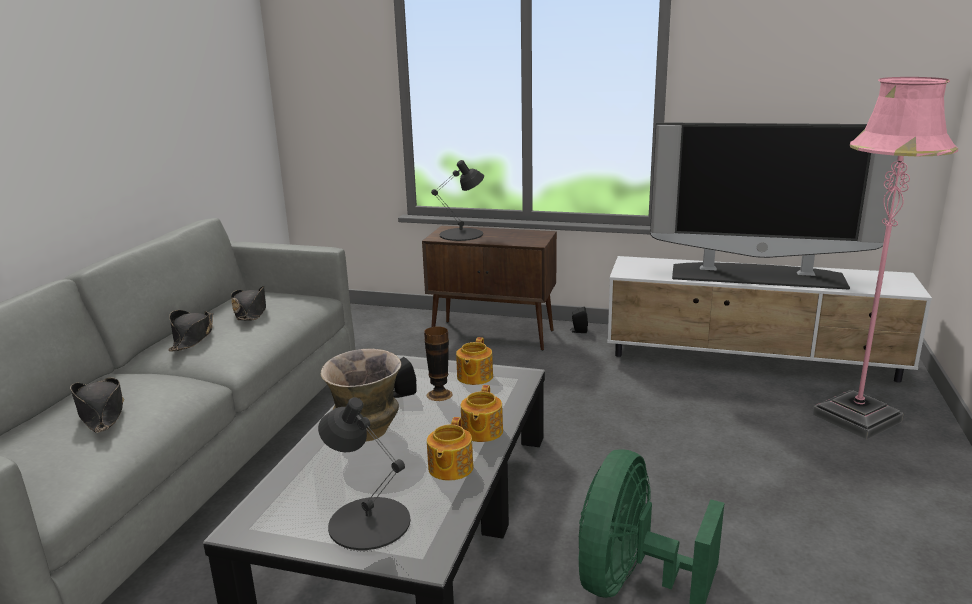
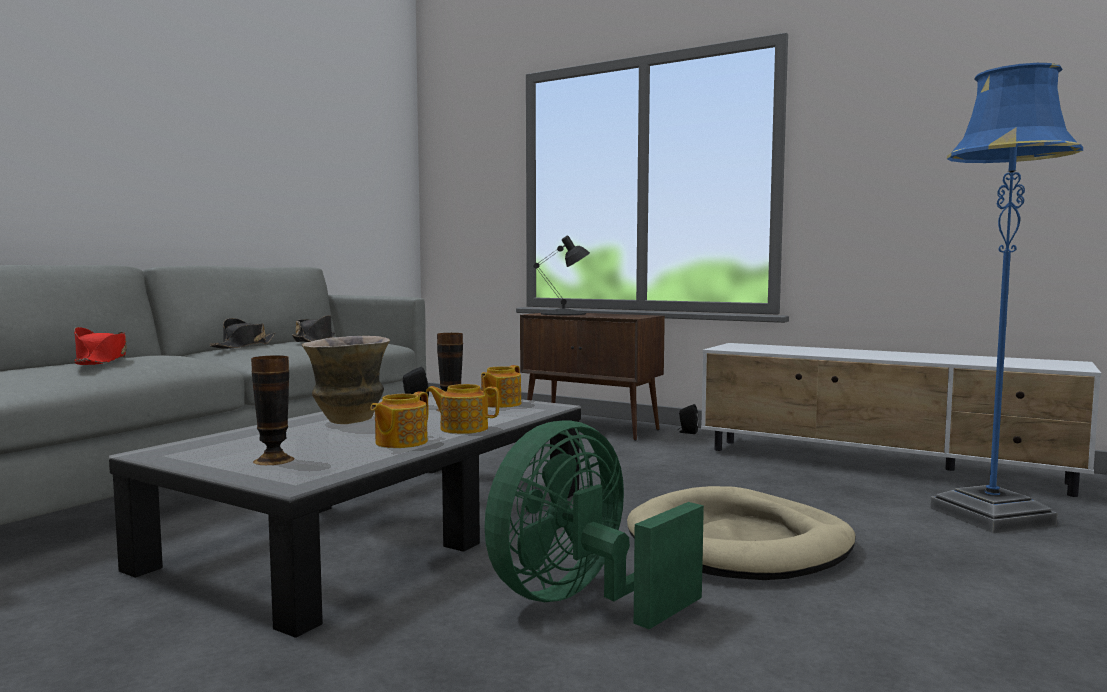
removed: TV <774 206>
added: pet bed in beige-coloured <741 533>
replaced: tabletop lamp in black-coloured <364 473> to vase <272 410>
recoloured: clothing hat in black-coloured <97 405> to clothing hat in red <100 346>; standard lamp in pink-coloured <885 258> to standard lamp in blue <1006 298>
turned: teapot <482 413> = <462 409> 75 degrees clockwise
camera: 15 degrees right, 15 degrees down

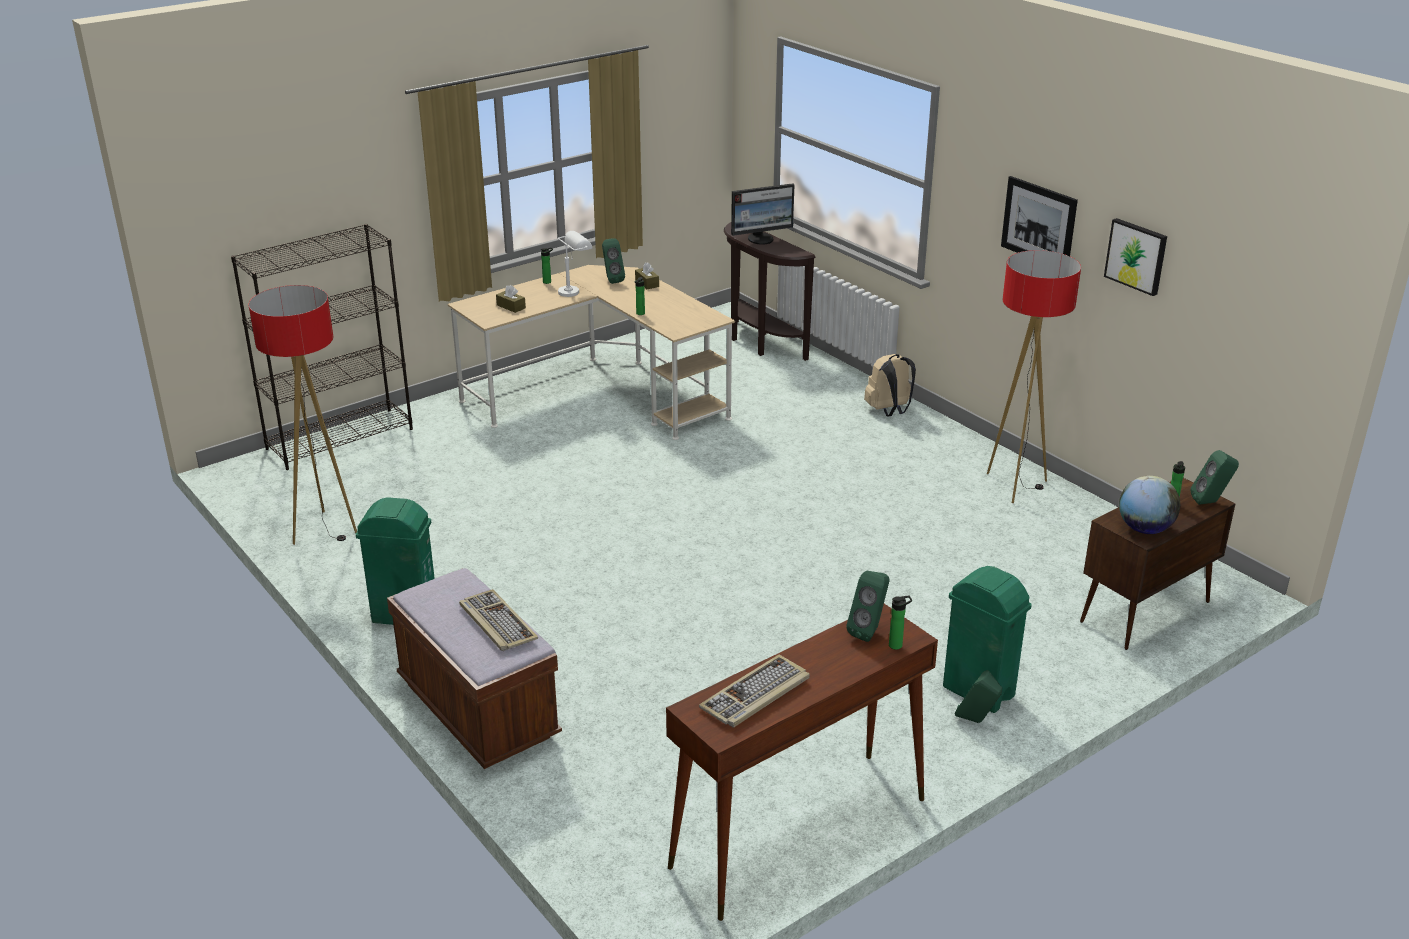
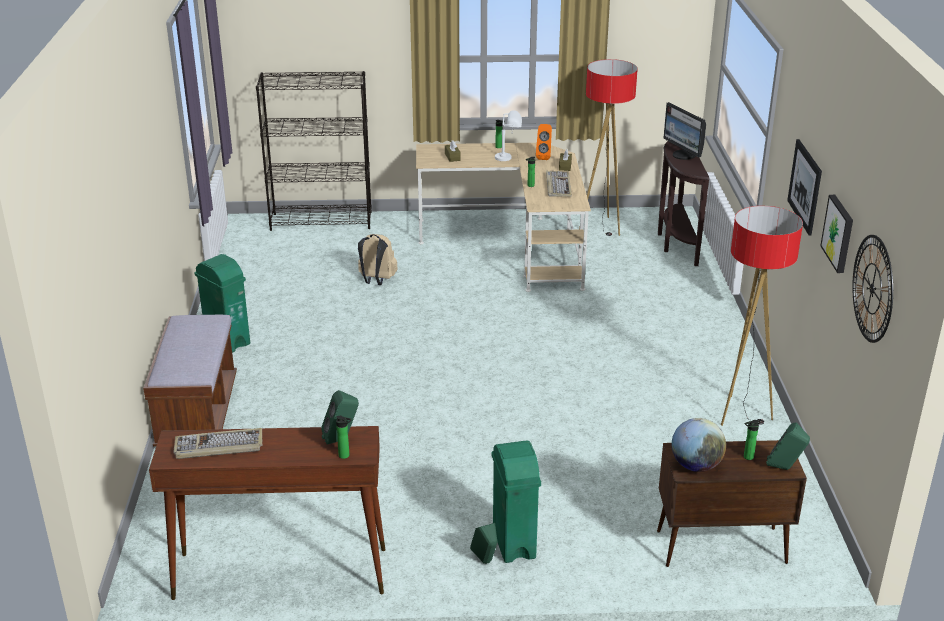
added: clock on the wall <872 289>
moved: standard lamp <303 415> to <608 147>; PC keyboard <498 620> to <559 184>; backpack in beige-coloured <890 385> to <378 259>
recoloured: audio speaker in greenish <613 261> to audio speaker in orange-coloured <544 142>
turned: monitor <762 214> = <684 131> 45 degrees clockwise
camera: 35 degrees right, 0 degrees up

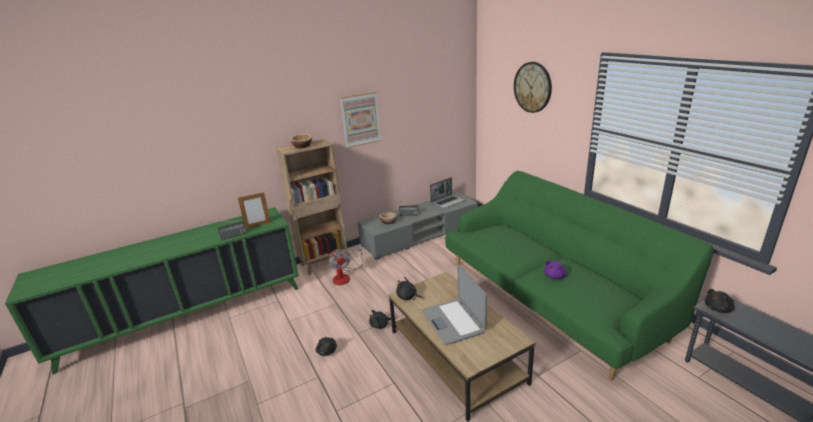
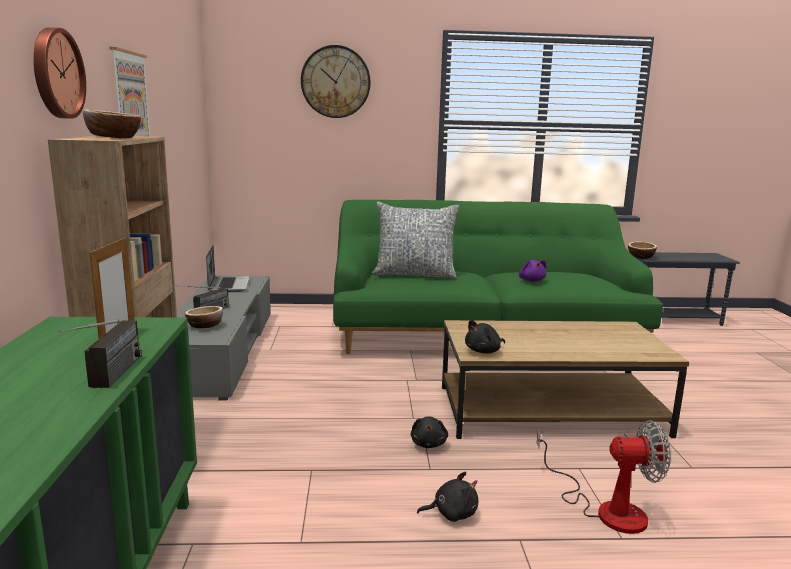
removed: portable computer <454 305>
added: clock on the wall <59 73>; throw pillow <415 240>
moved: fan <346 265> to <603 477>
replaced: soft toy in black-coloured <719 301> to deep dish <642 250>
camera: 65 degrees left, 10 degrees down

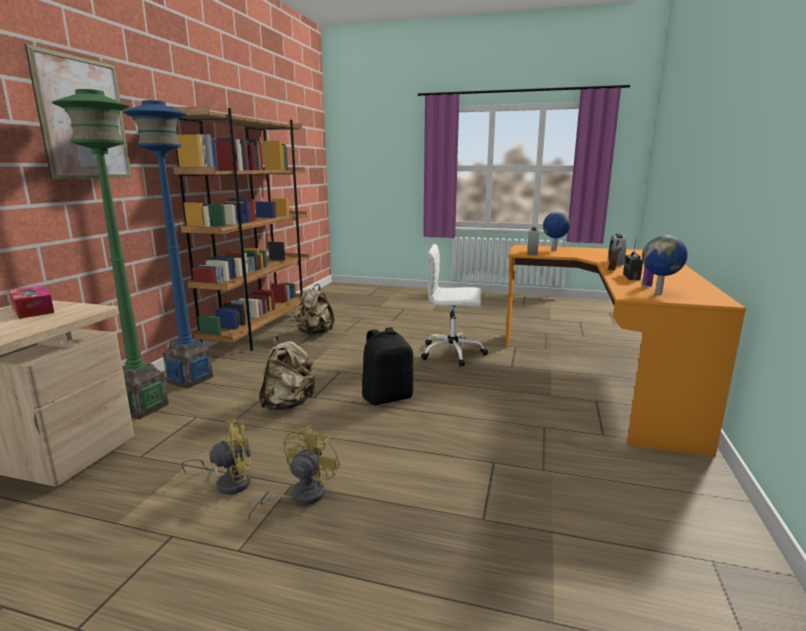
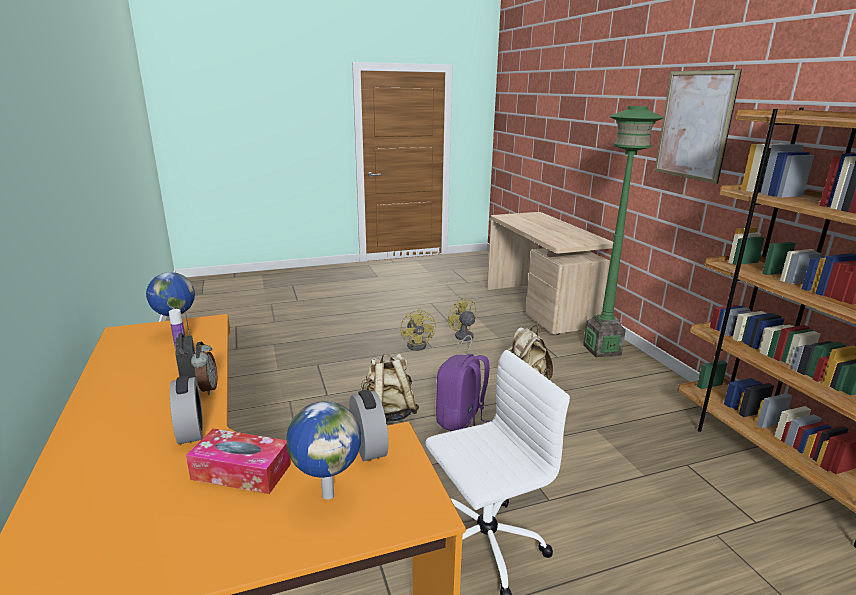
removed: standard lamp in blue <168 244>
moved: box of tissues <31 302> to <238 461>; backpack in beige-coloured <314 310> to <390 388>
recoloured: backpack in black-coloured <387 366> to backpack in purple <463 392>
turned: fan in yellow-coloured <216 457> = <462 325> 105 degrees clockwise
camera: 145 degrees right, 5 degrees up

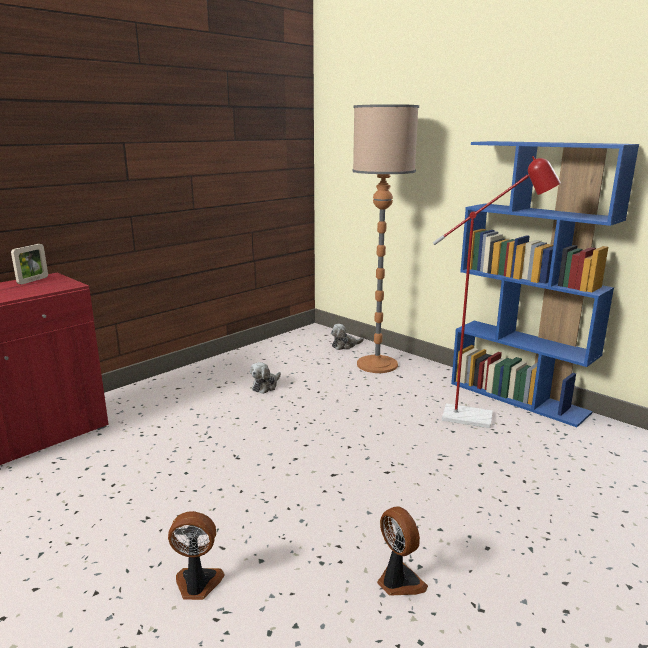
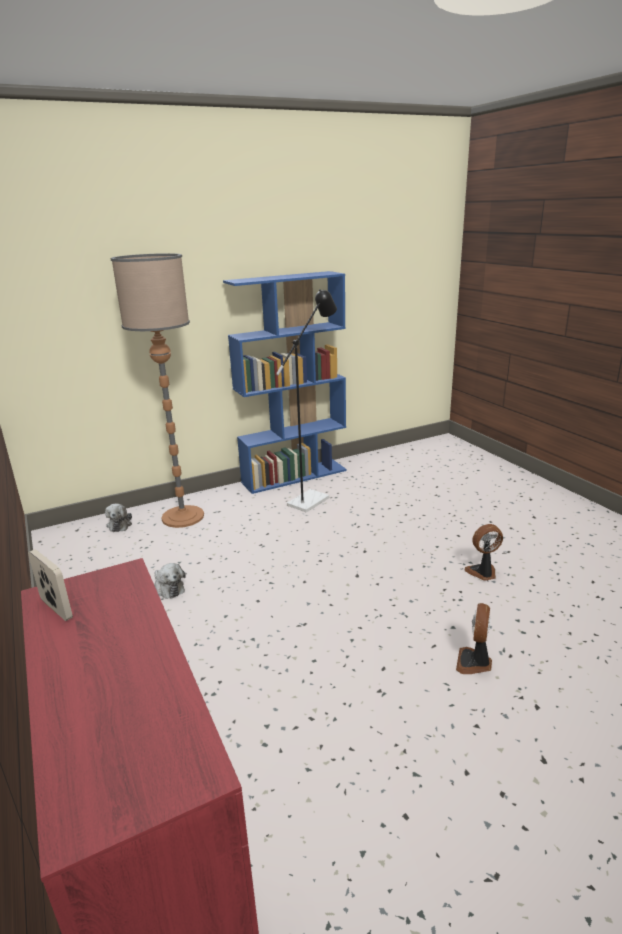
recoloured: standard lamp in red <497 292> to standard lamp in black-coloured <306 400>
camera: 70 degrees left, 5 degrees up

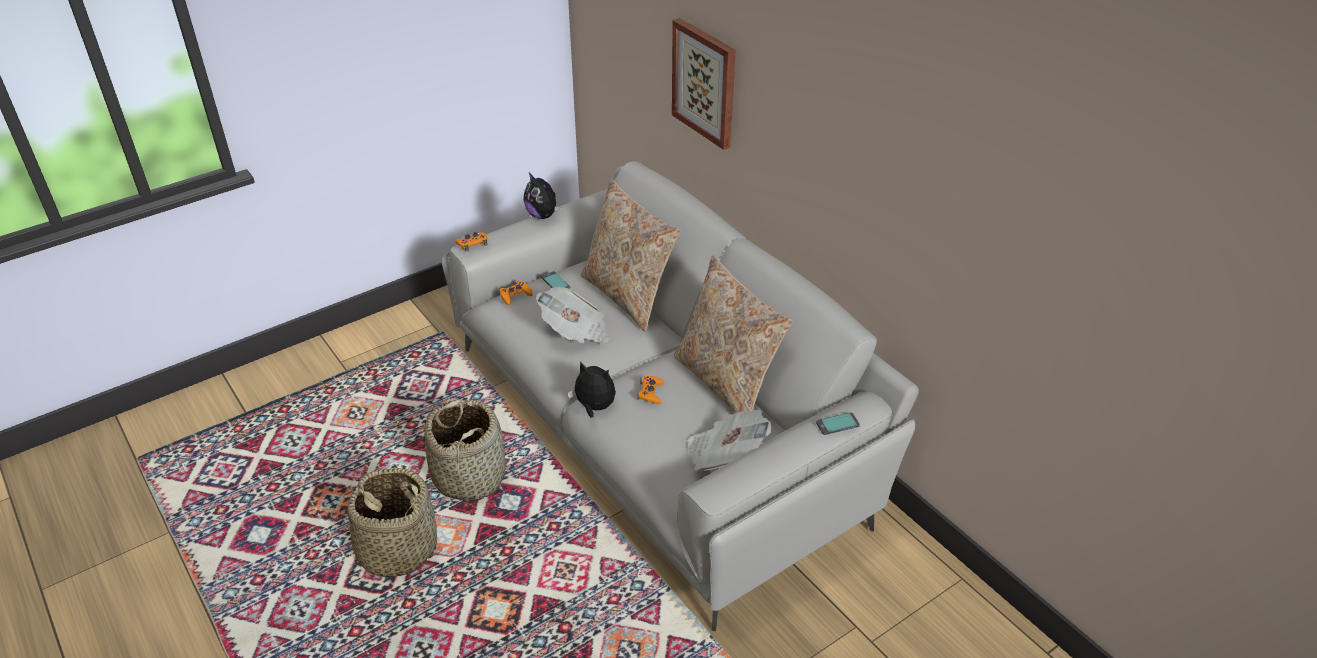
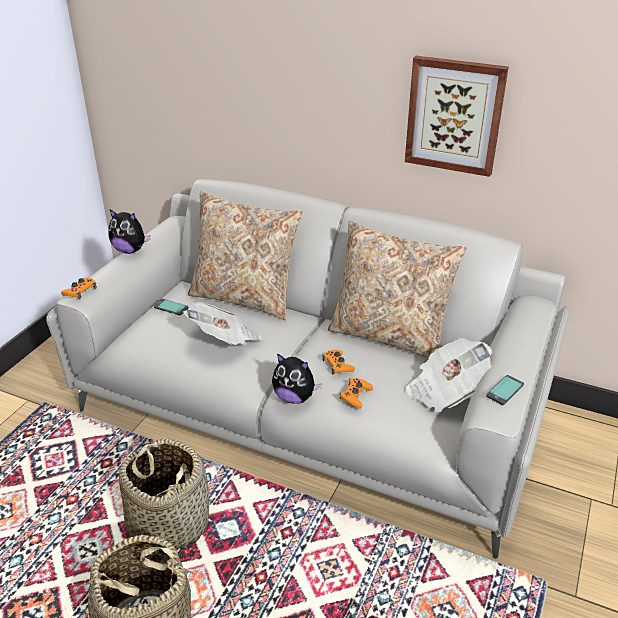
moved: gamepad in orange-coloured <516 293> to <356 393>; wall art <703 84> to <457 116>; handset <838 423> to <505 390>
turned: soft toy <592 389> = <297 378> 150 degrees counterclockwise
camera: 30 degrees left, 5 degrees down

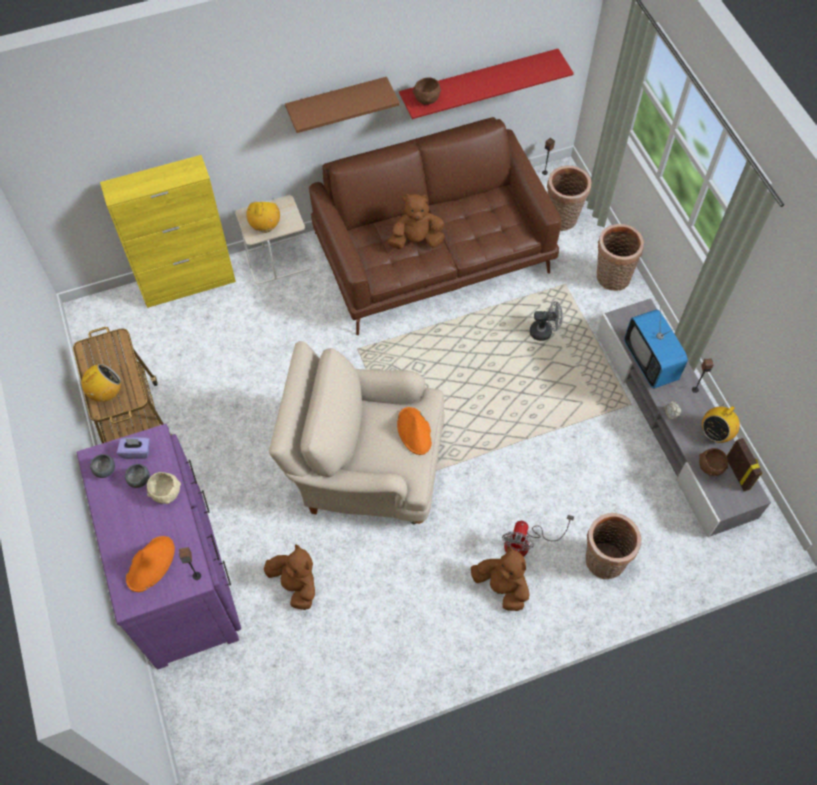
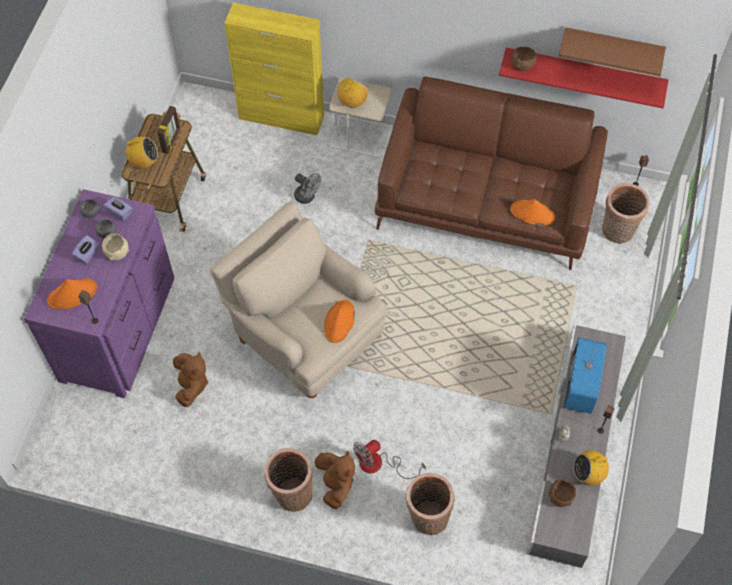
removed: soft toy in brown <416 221>
added: box of tissues in purple <85 249>; clothing hat in orange-coloured <532 212>
moved: shelf in brown <342 105> to <612 51>; fan in greyish <546 321> to <307 188>; household basket <620 257> to <288 480>; photo frame <744 464> to <168 130>
camera: 35 degrees right, 0 degrees up

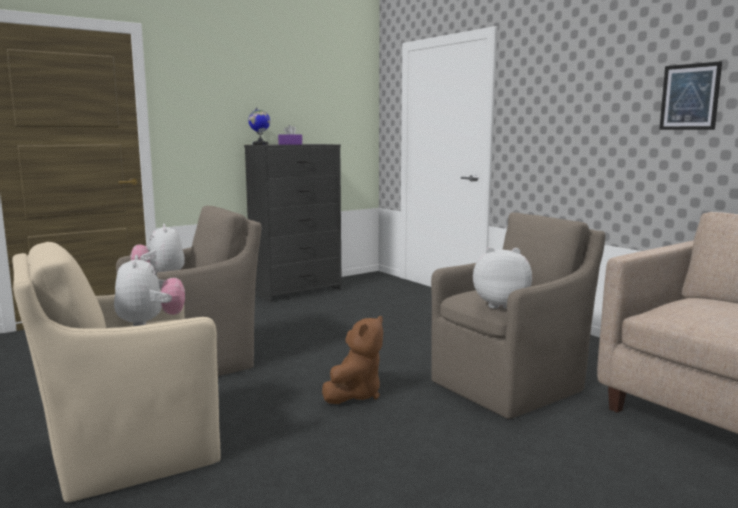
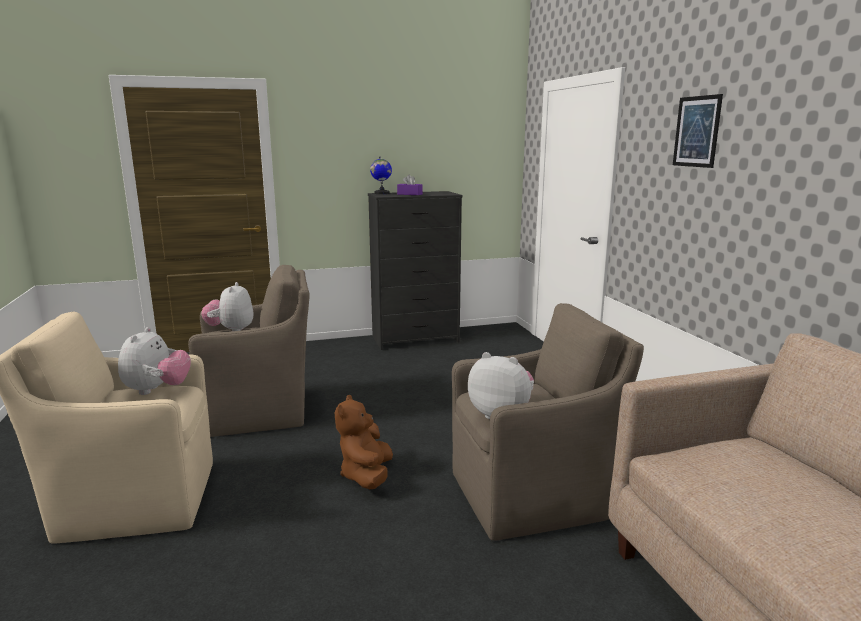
moved: wall art <690 95> to <698 131>
turned: soft toy in brown <352 360> = <364 442> 135 degrees clockwise
camera: 20 degrees right, 5 degrees up

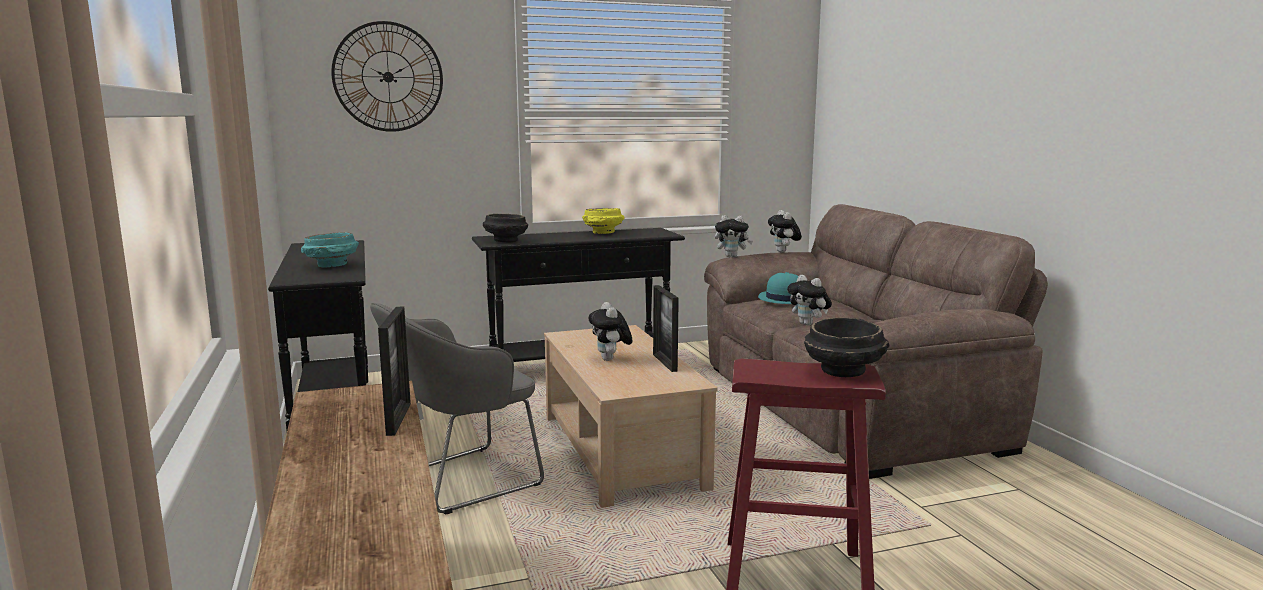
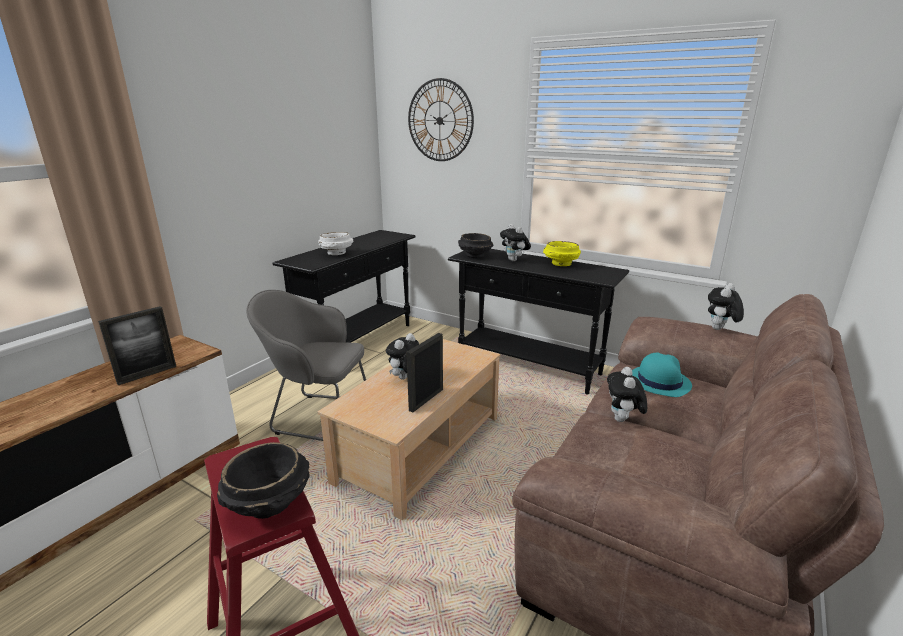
moved: soft toy <734 236> to <515 242>
recoloured: deep dish in blue-green <330 249> to deep dish in white <335 243>
camera: 50 degrees right, 10 degrees up

